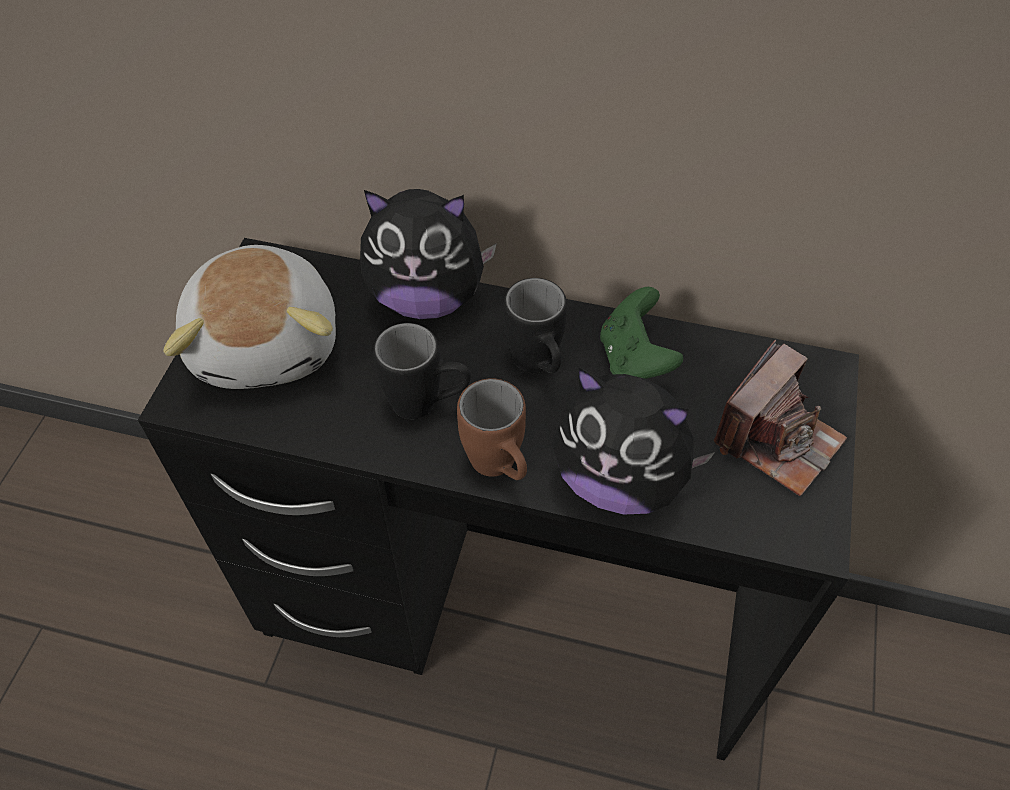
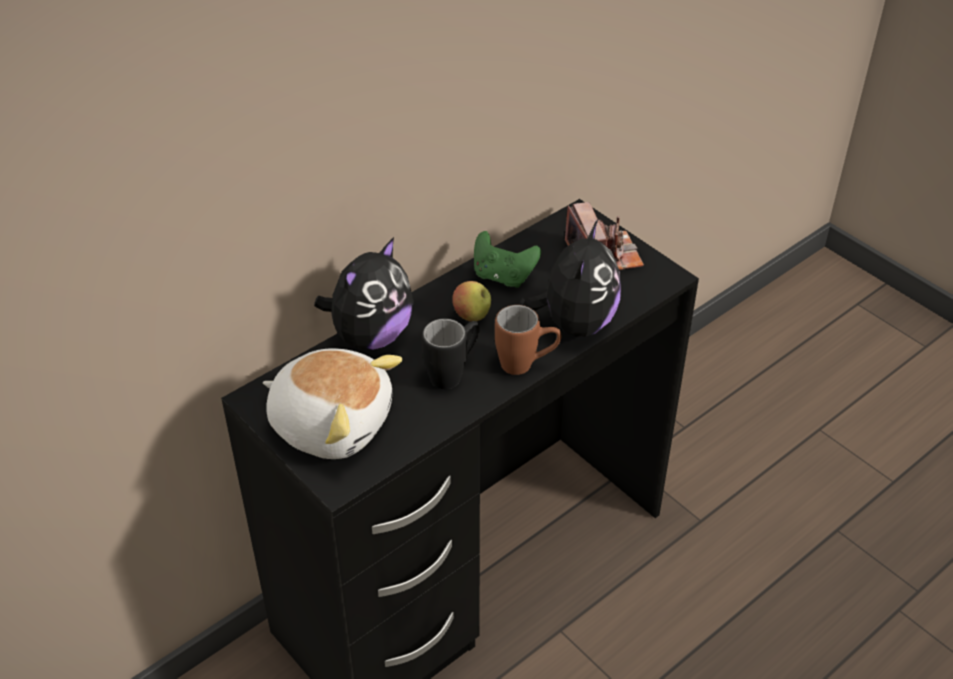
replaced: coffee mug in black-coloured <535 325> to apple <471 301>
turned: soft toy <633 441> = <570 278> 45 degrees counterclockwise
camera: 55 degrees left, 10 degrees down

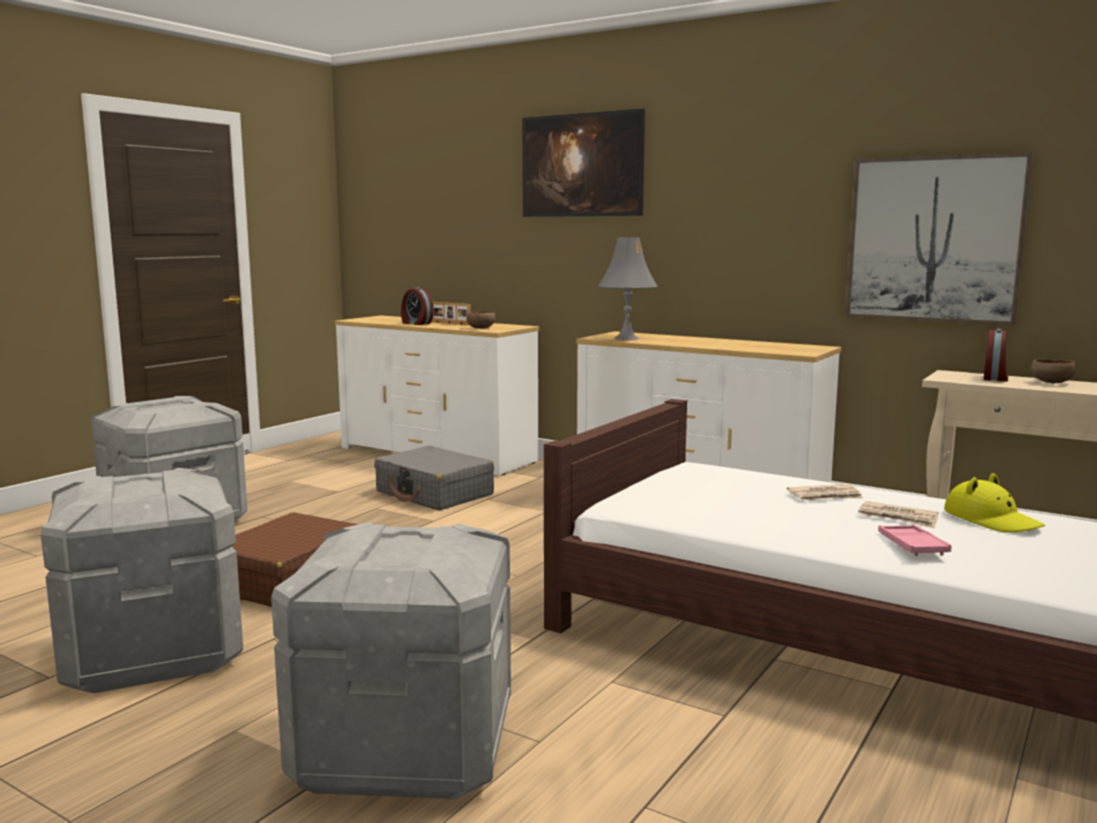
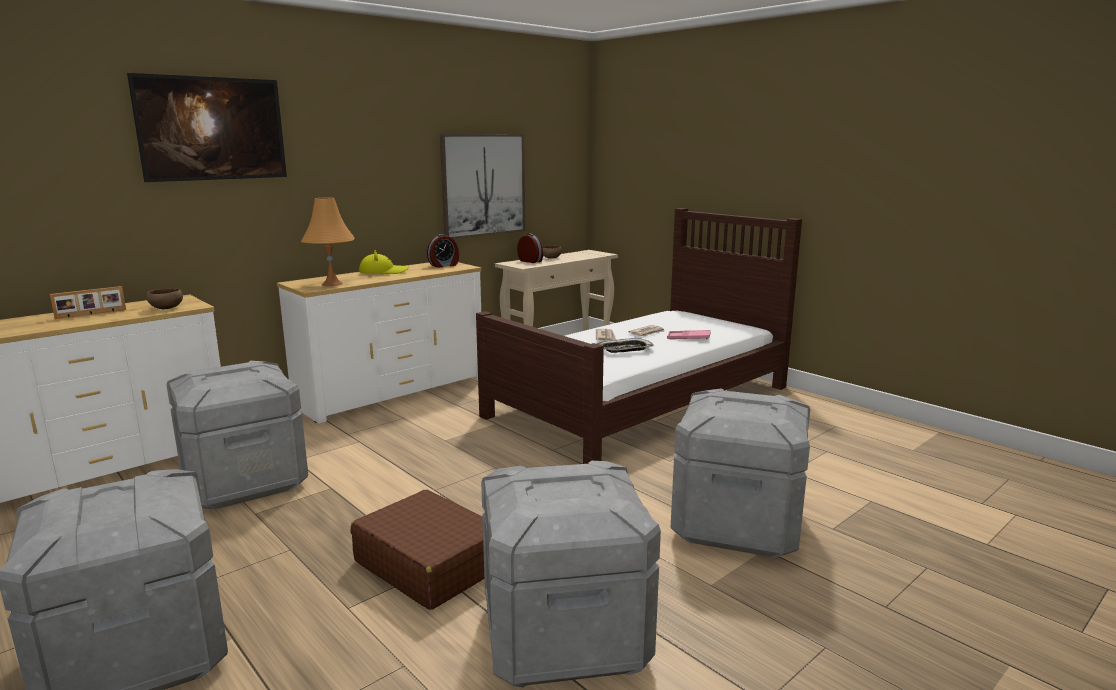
added: carrying tray <625 345>
moved: alarm clock <417 306> to <443 251>; clothing hat in yellow-coloured <994 503> to <384 262>
replaced: suitcase in greyish <434 477> to storage container in greyish <237 435>
recoloured: tabletop lamp in greyish <628 289> to tabletop lamp in orange-coloured <328 241>
camera: 75 degrees left, 5 degrees up

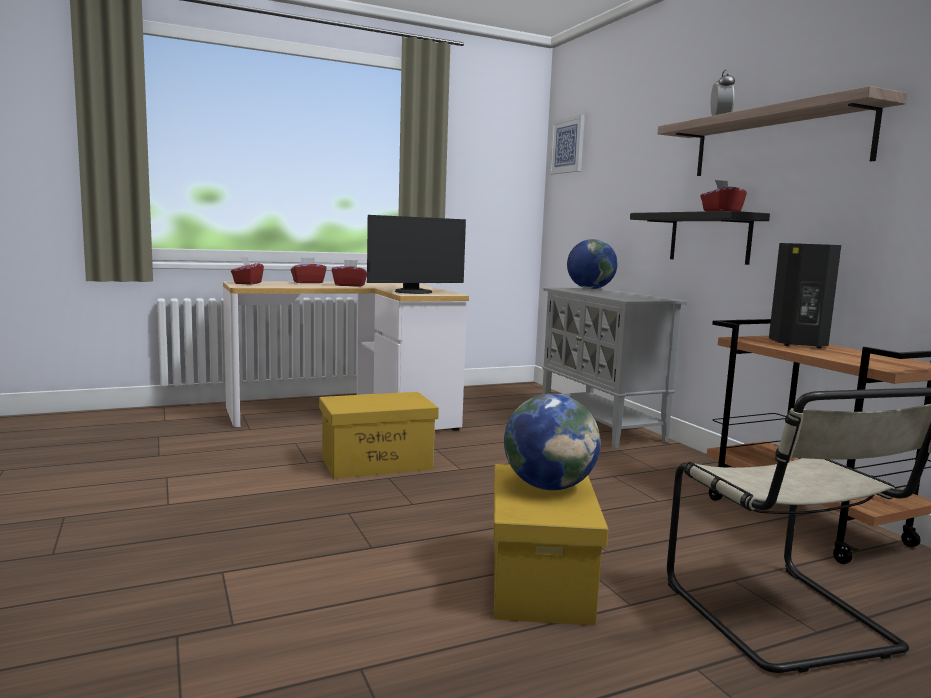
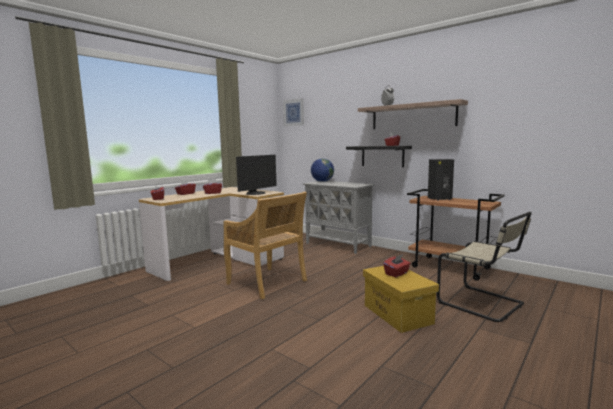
replaced: storage container in yellow-coloured <379 435> to plain chair in beige-coloured <265 245>; world globe <552 442> to box of tissues in red <397 265>
camera: 25 degrees left, 0 degrees up

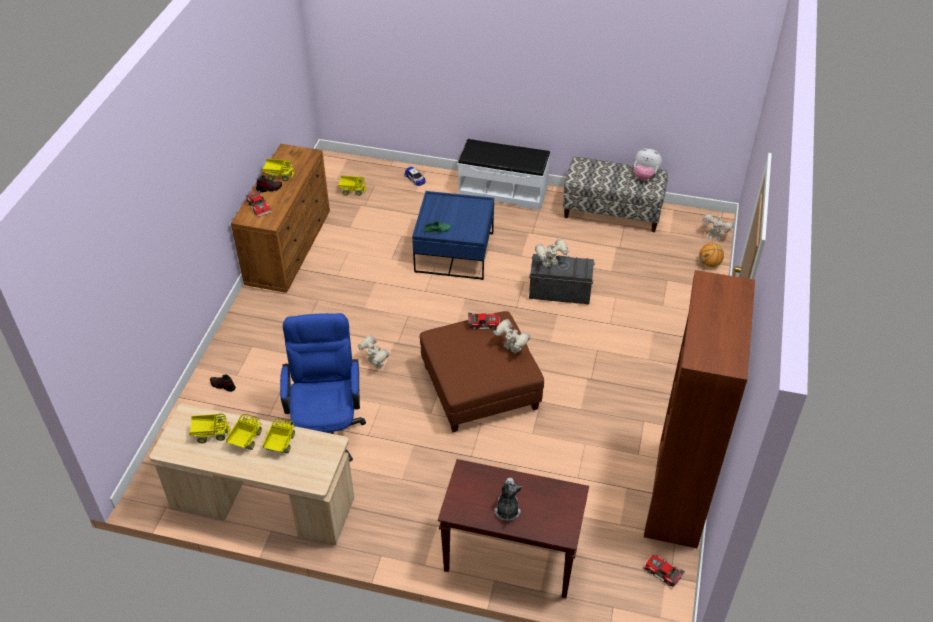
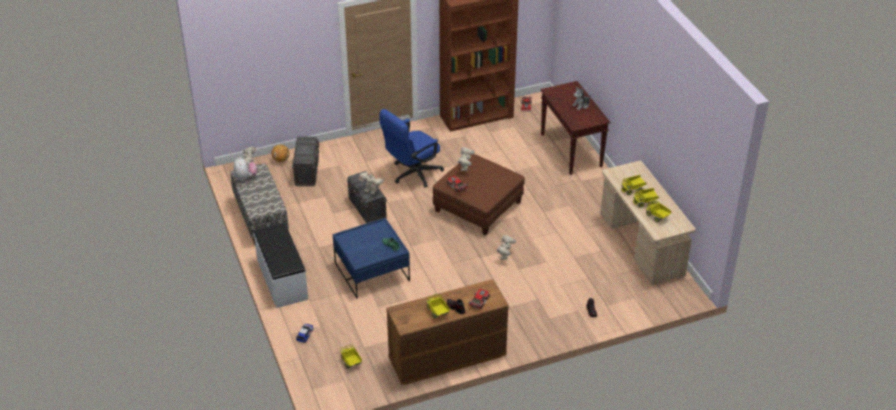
added: storage container in greyish <305 161>
moved: desk chair in blue <323 387> to <411 148>
camera: 125 degrees left, 5 degrees down

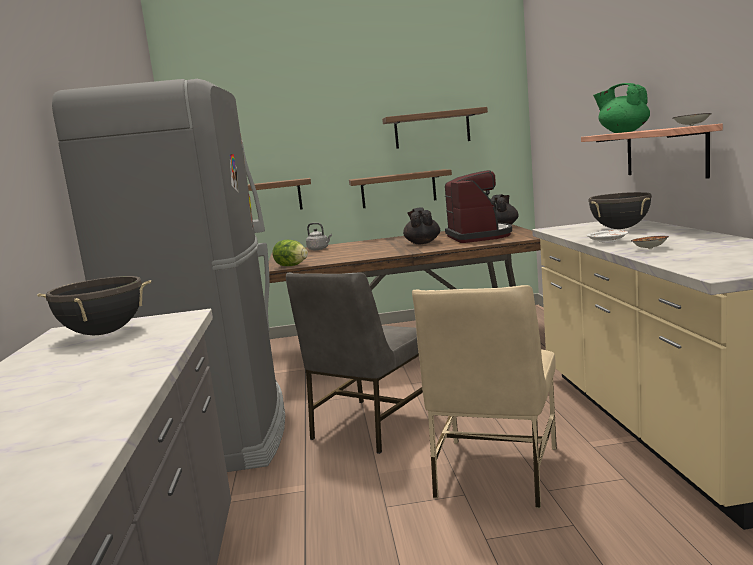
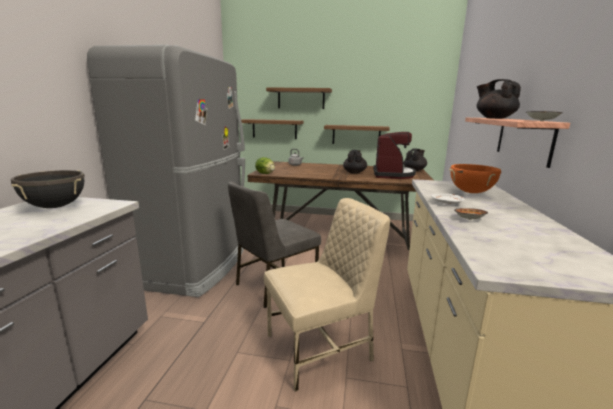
moved: shelf <435 128> to <299 98>
recoloured: saucepot in black-coloured <620 210> to saucepot in orange-coloured <475 178>; teapot in greenish <621 108> to teapot in black-coloured <499 99>
turned: plain chair in beige-coloured <484 396> = <327 295> 150 degrees counterclockwise
camera: 15 degrees right, 5 degrees up

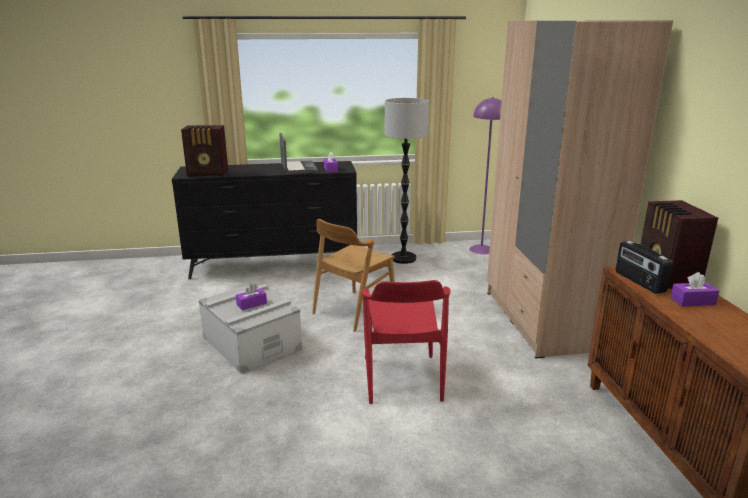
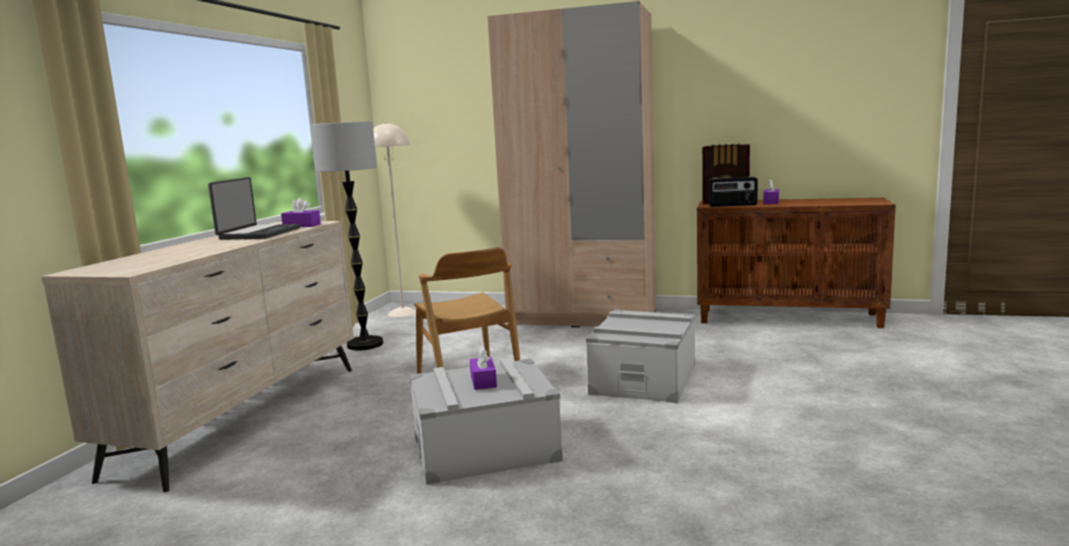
removed: radio receiver <204 151>
replaced: plain chair in red <406 342> to storage container in greyish <640 356>
recoloured: chest of drawers in black-coloured <264 220> to chest of drawers in beige-coloured <197 356>; standard lamp in purple <485 175> to standard lamp in beige-coloured <394 219>
turned: portable computer <298 153> = <254 208> 90 degrees clockwise
camera: 65 degrees left, 10 degrees down

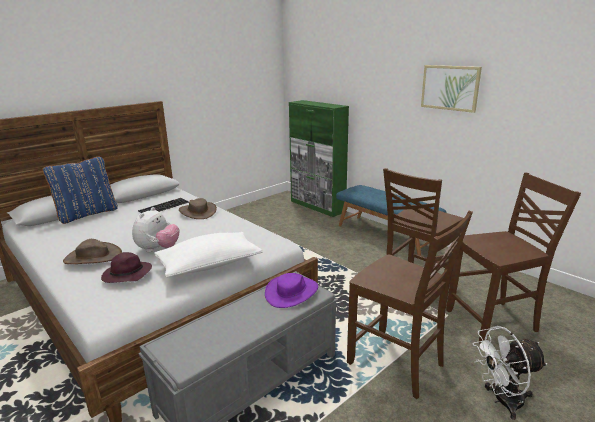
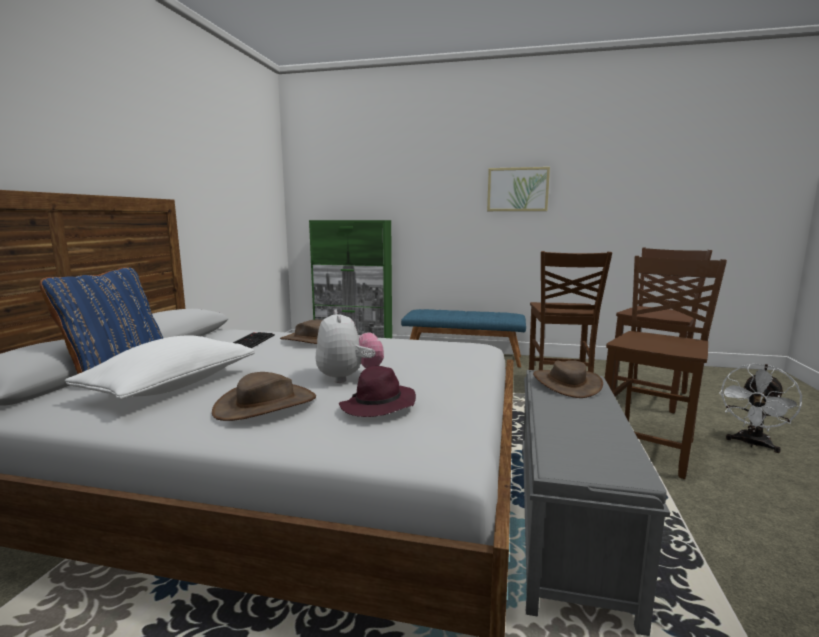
moved: throw pillow in white <208 255> to <160 367>
recoloured: clothing hat in purple <291 290> to clothing hat in brown <568 379>
turned: plain chair in brown <410 305> = <666 367> 60 degrees counterclockwise
camera: 35 degrees left, 10 degrees down

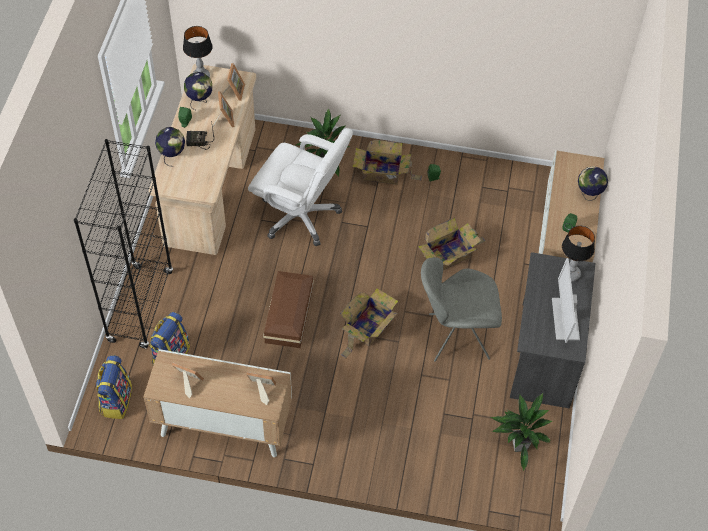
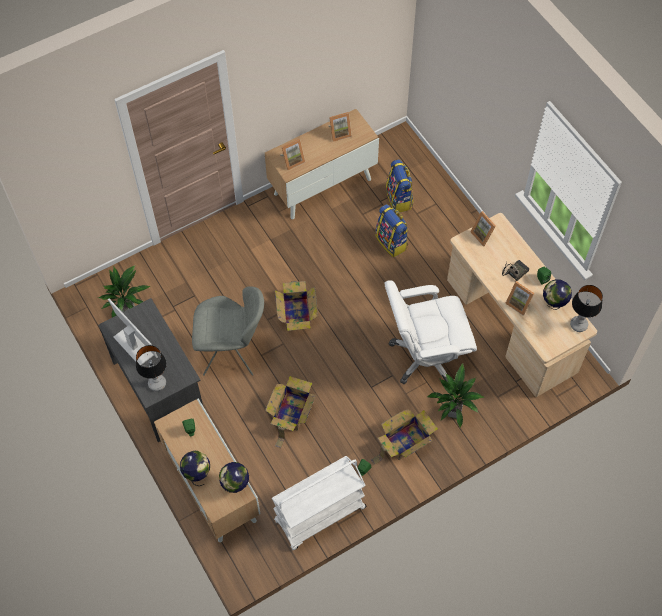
removed: shelving unit in black-coloured <123 243>; storage container in brown <288 309>
added: cart in white <319 503>
moved: backpack <114 387> to <392 230>; world globe <170 146> to <234 477>; photo frame <233 82> to <483 228>
turned: plain chair in greyish <461 309> = <228 331> 45 degrees clockwise
camera: 140 degrees right, 5 degrees up

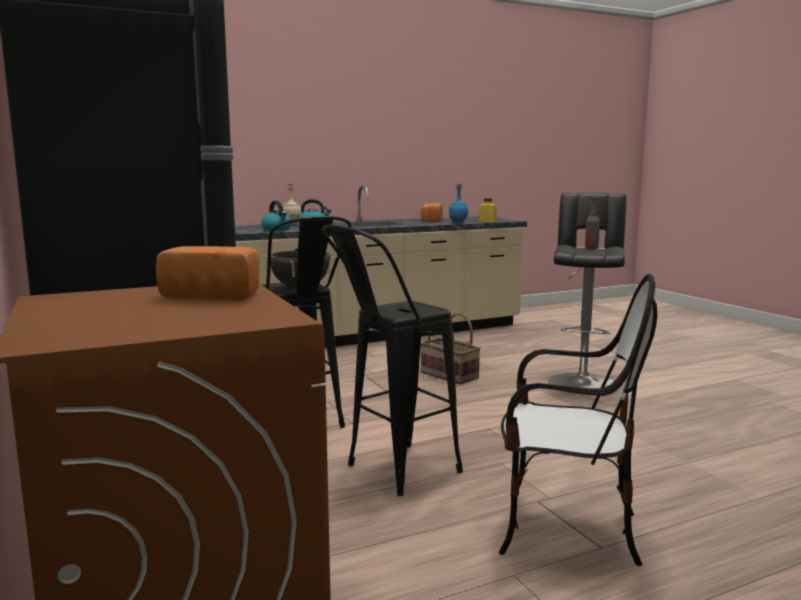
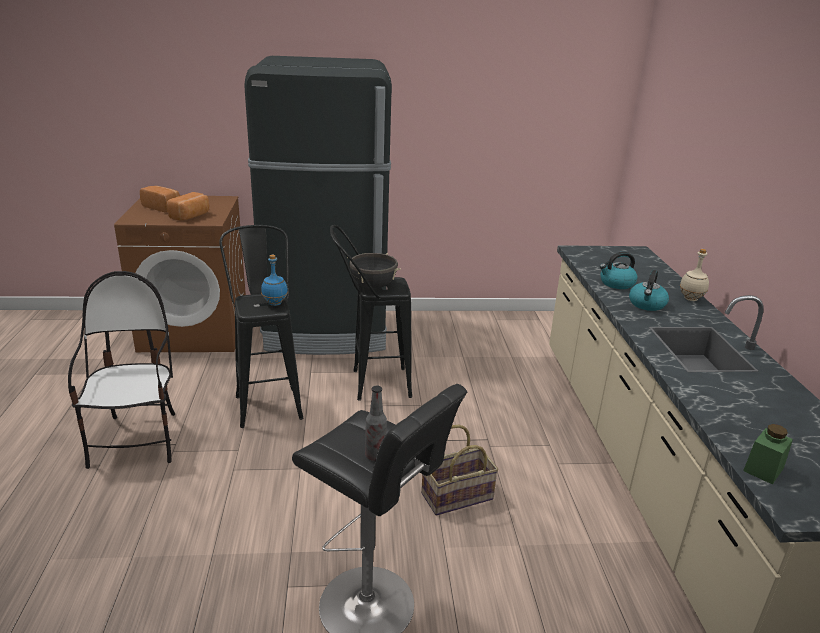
moved: baked bread <432 212> to <160 199>; bottle in blue <458 204> to <274 280>
recoloured: jar in yellow-coloured <487 210> to jar in greenish <768 454>
turned: plain chair <578 420> = <121 370> 135 degrees clockwise
camera: 110 degrees right, 15 degrees up

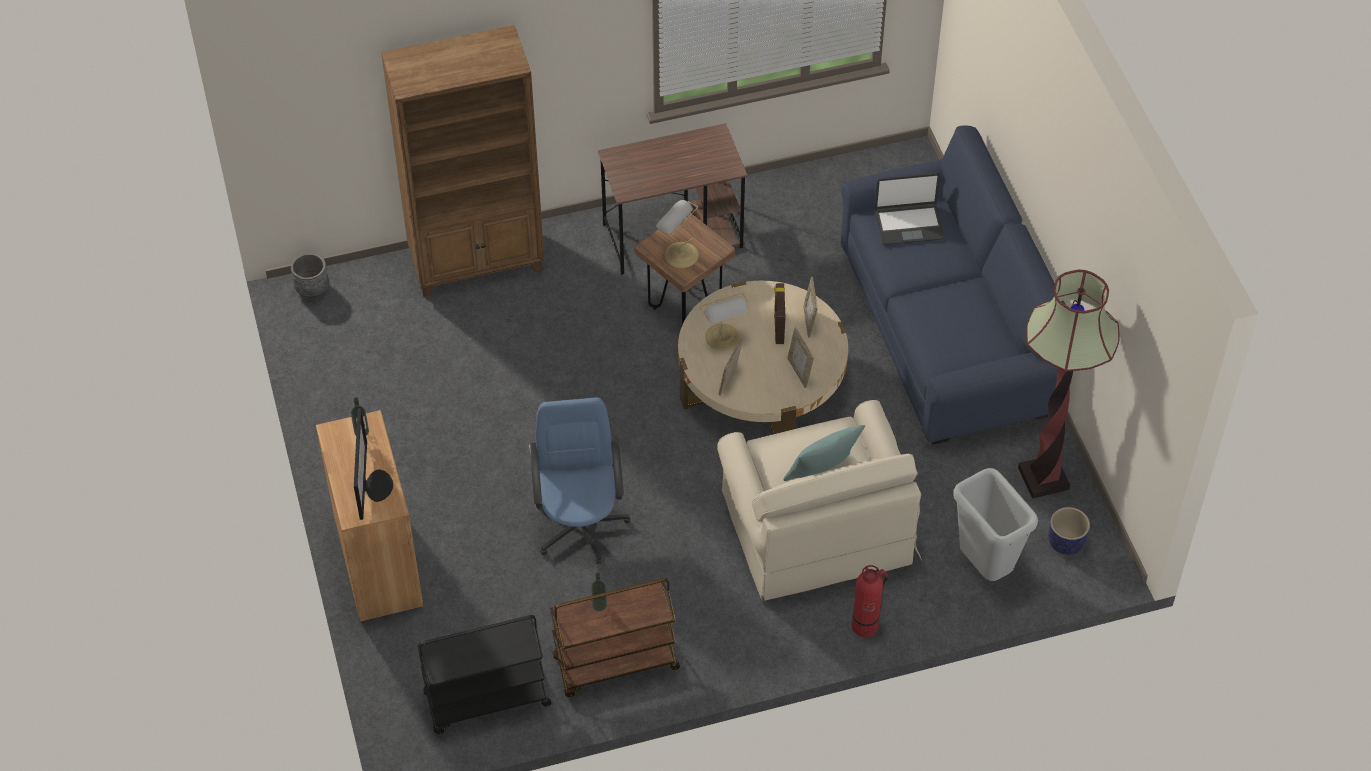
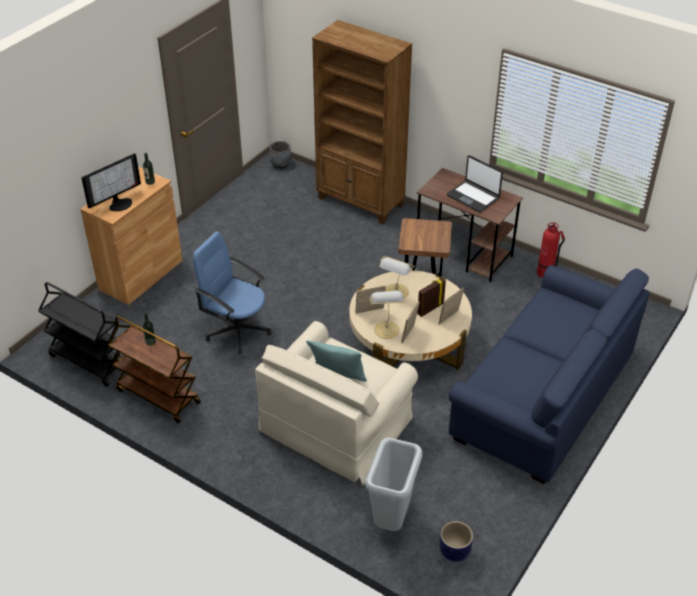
removed: standard lamp <1068 384>
moved: tabletop lamp <677 234> to <388 315>; fire-fighting cylinder <870 601> to <551 250>; portable computer <909 209> to <475 183>
turned: desk chair in blue <579 480> = <232 292> 105 degrees counterclockwise
camera: 50 degrees right, 10 degrees down

